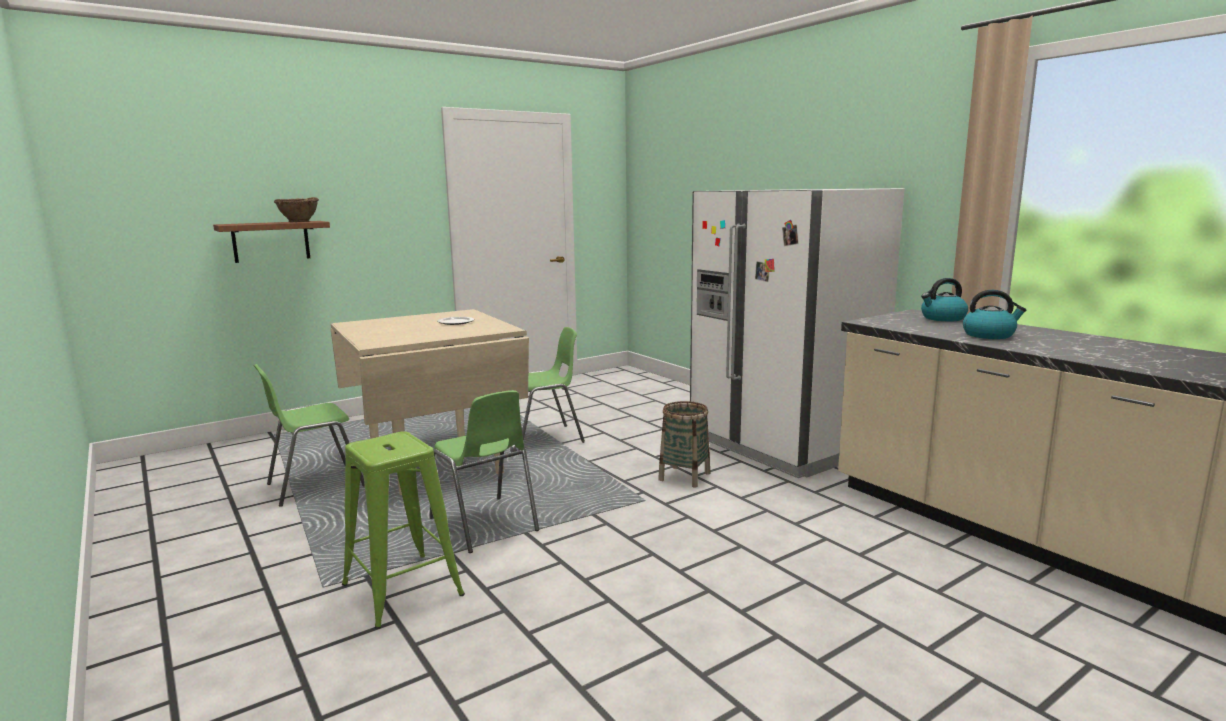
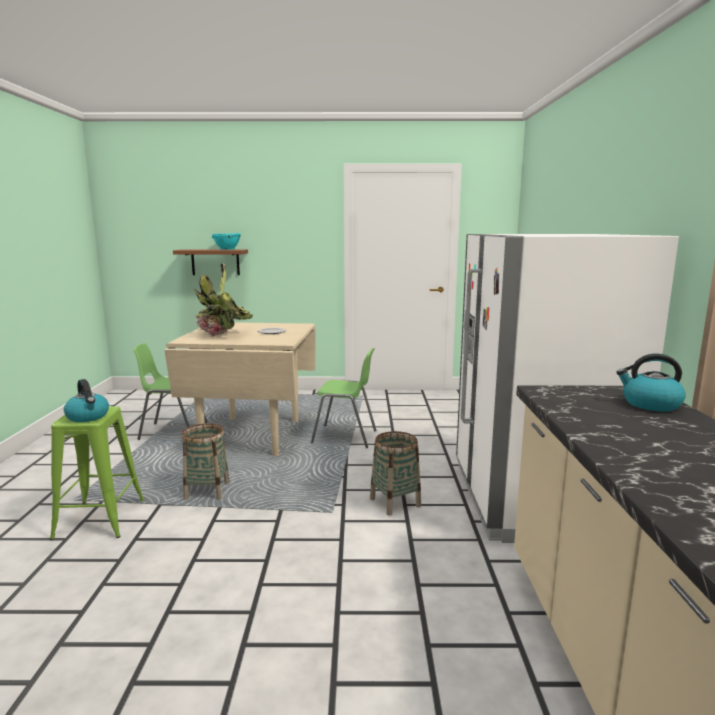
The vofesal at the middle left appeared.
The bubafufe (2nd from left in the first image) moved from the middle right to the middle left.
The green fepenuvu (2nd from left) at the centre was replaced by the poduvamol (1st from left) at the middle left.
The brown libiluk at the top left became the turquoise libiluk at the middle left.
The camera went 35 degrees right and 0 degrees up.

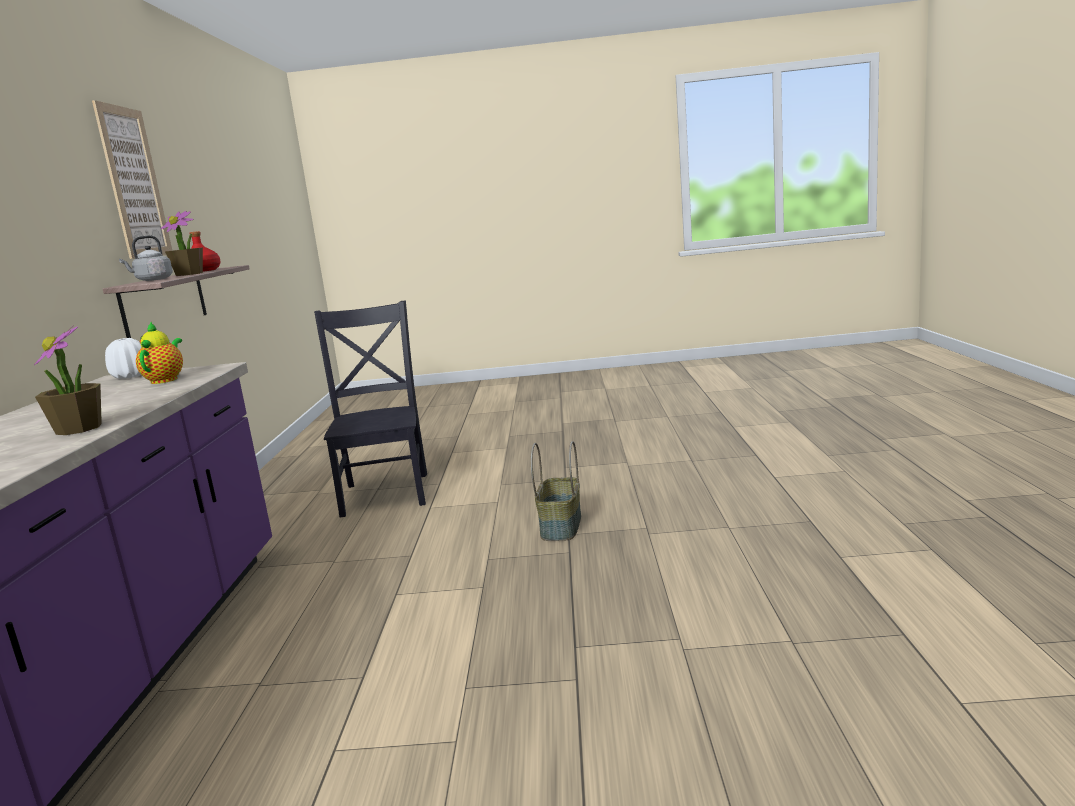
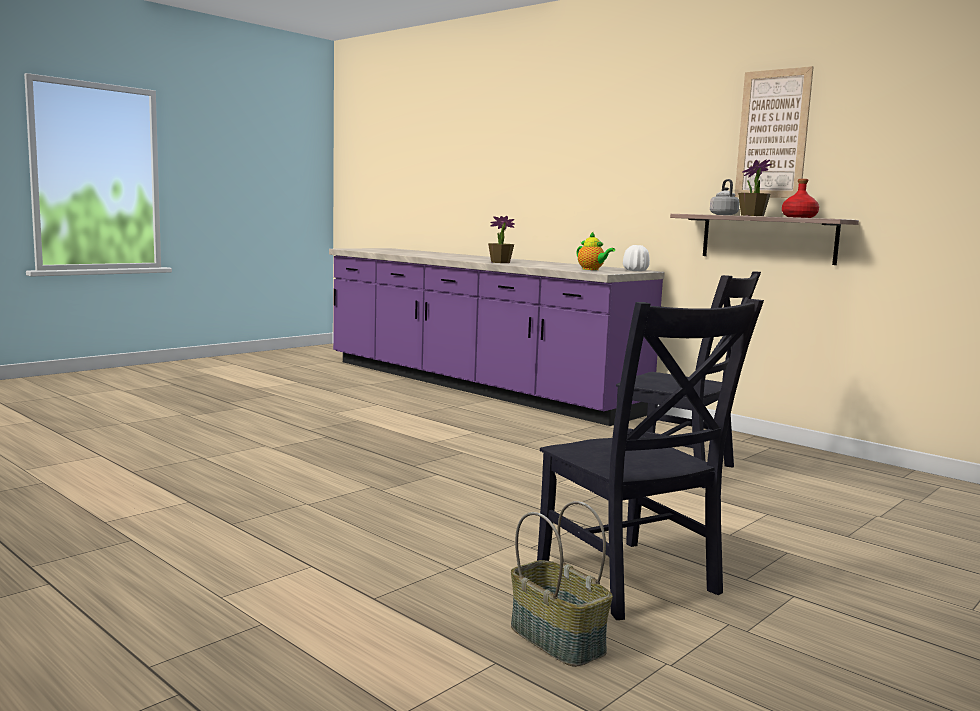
The black fepenuvu (1st from left) at the centre appeared.
The poduvamol moved from the centre to the bottom centre.
The camera went 130 degrees right and 5 degrees down.

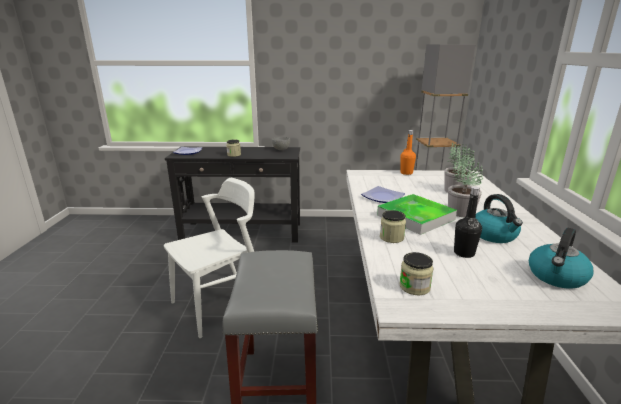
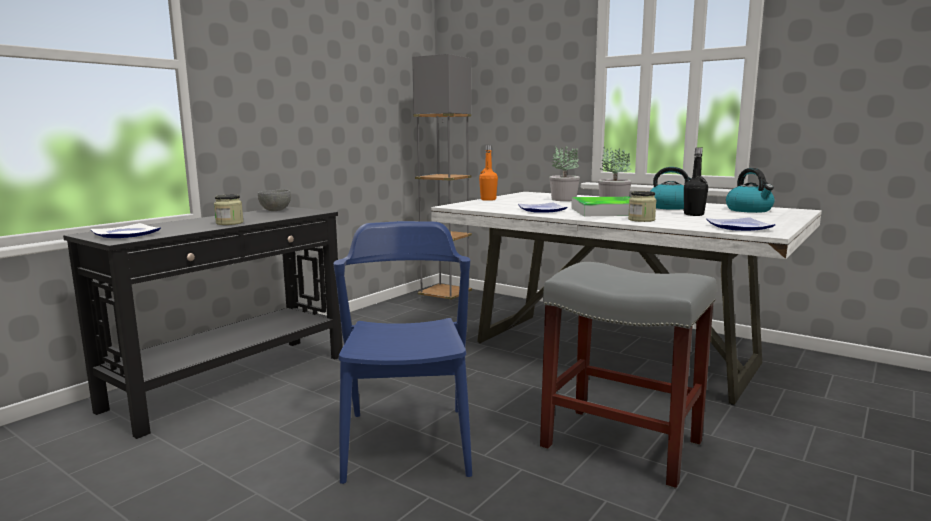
The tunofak (3rd from left) at the bottom right was replaced by the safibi (3rd from left) at the middle right.
The white fepenuvu at the centre became the blue fepenuvu at the bottom centre.
The camera went 55 degrees left and 10 degrees down.

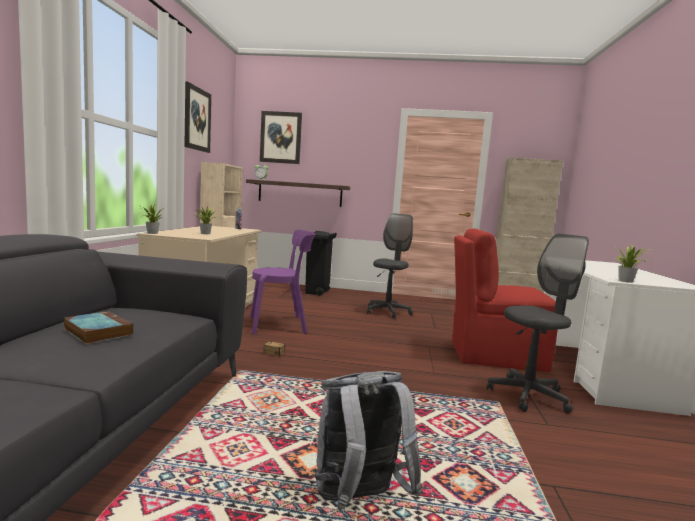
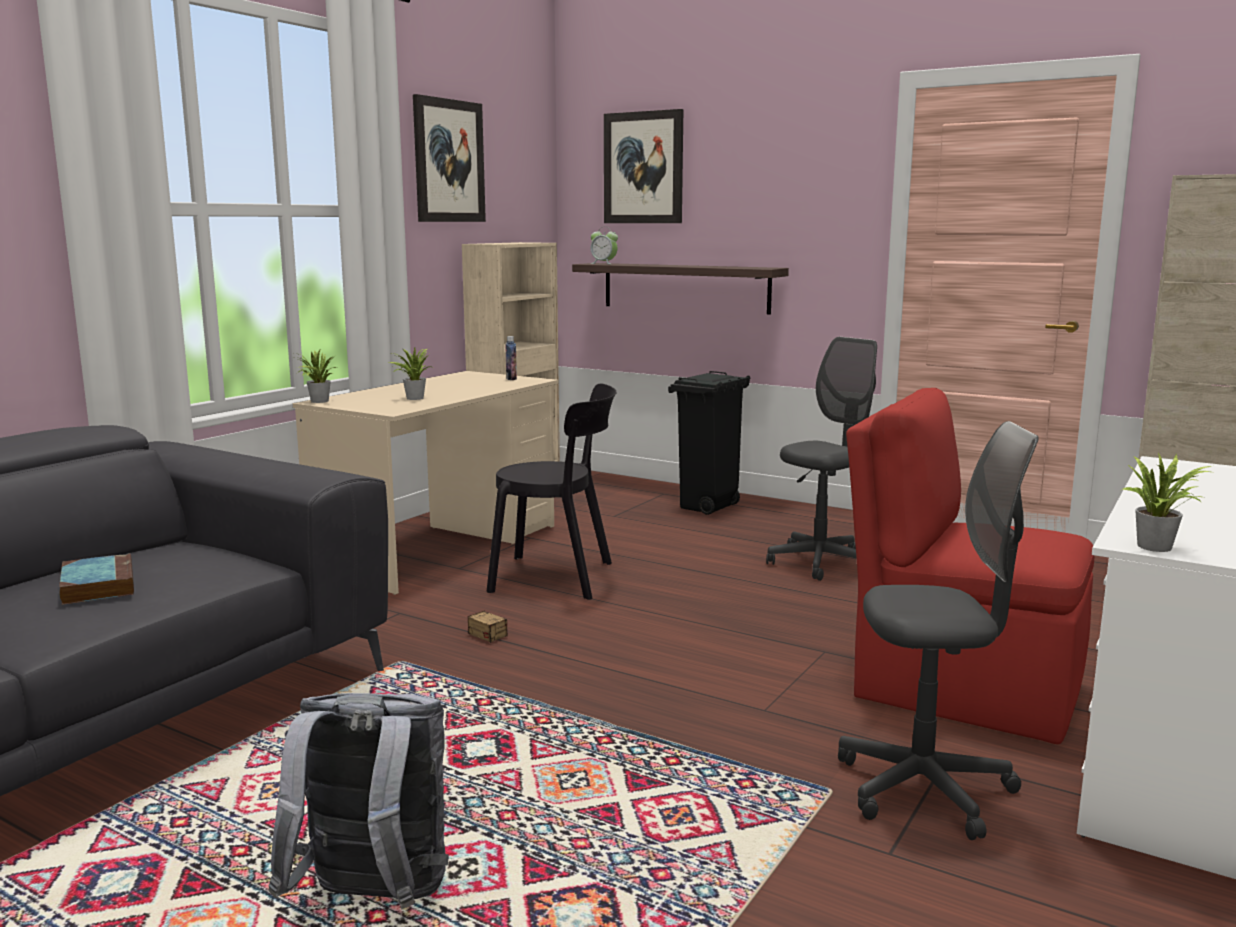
The purple fepenuvu at the centre became the black fepenuvu at the centre.
The camera went 25 degrees right and 5 degrees up.

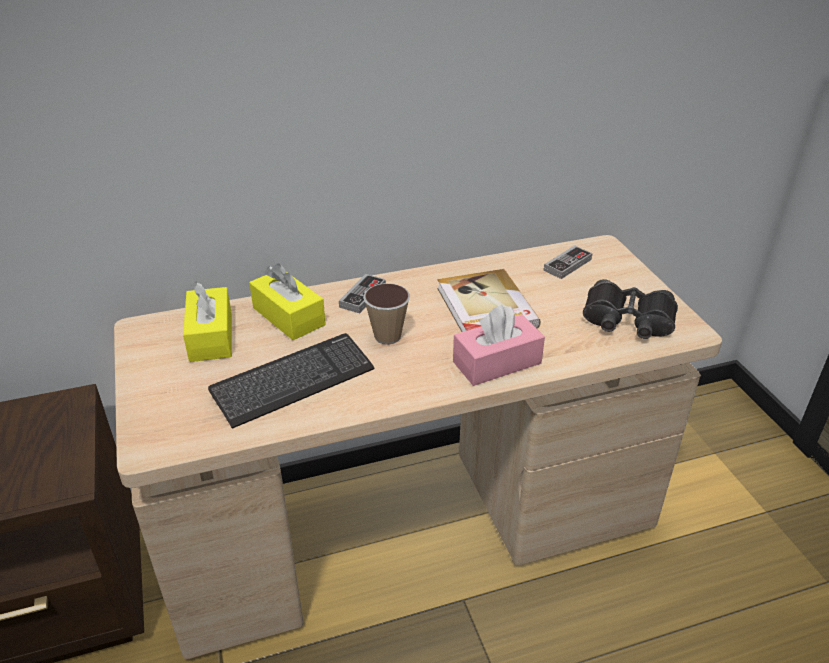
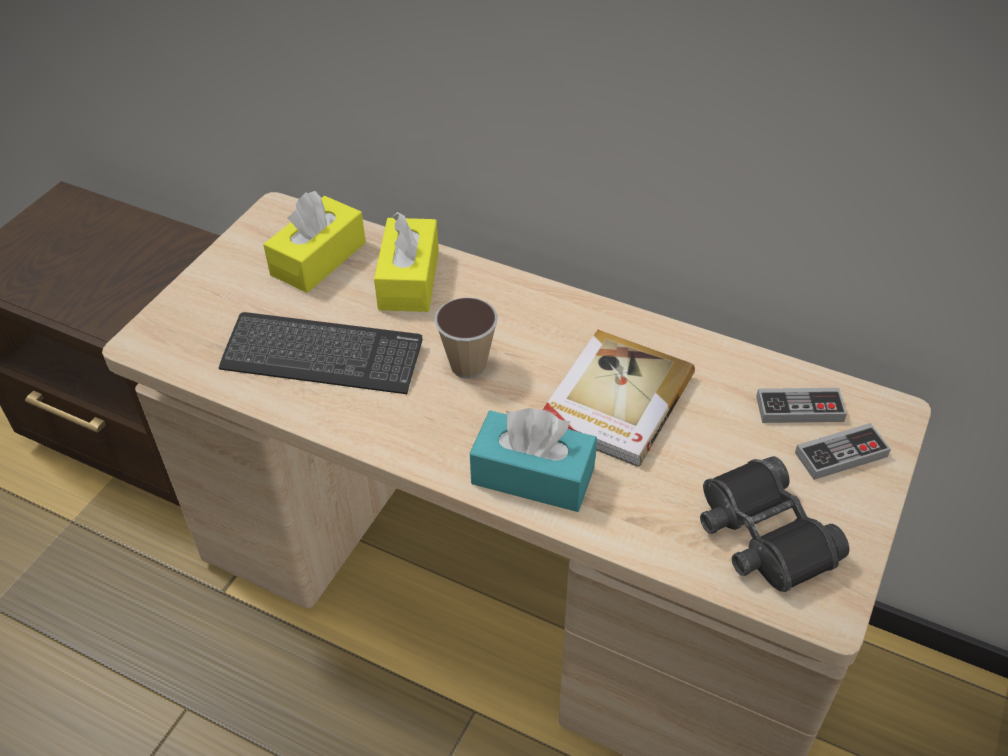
The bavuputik (1st from left in the first image) moved from the centre to the middle right.
The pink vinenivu at the centre became the turquoise vinenivu at the centre.
The camera went 45 degrees right and 10 degrees up.

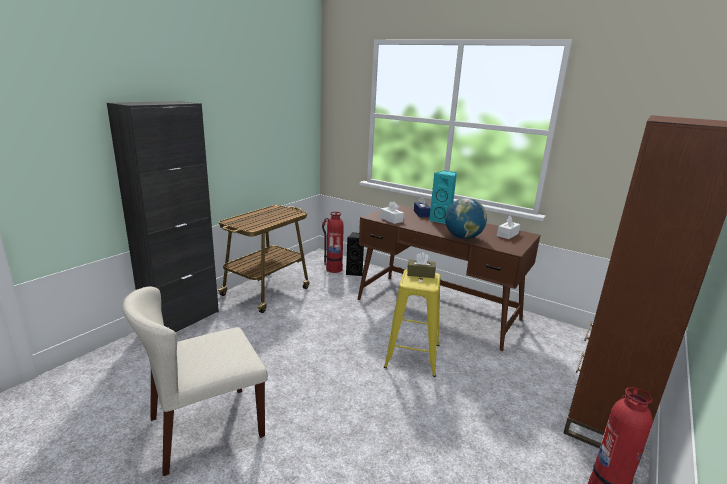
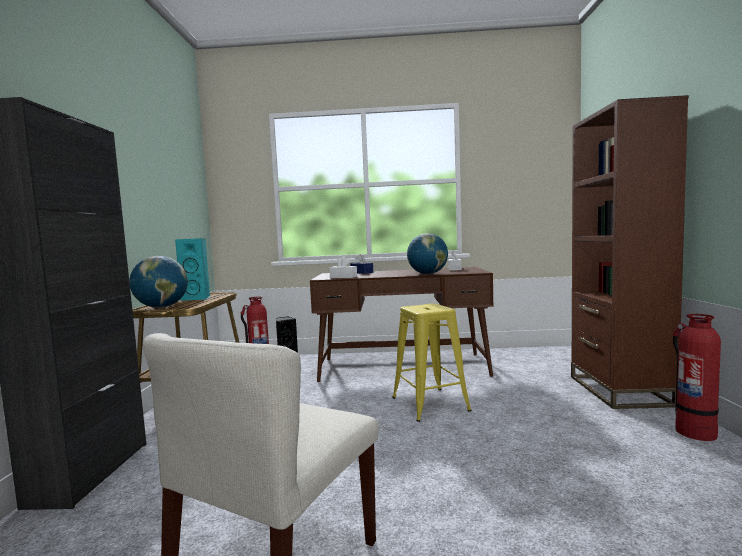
The brown vinenivu at the centre disappeared.
The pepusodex (1st from left) at the middle left appeared.
The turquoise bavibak moved from the centre to the middle left.
The camera went 30 degrees left and 15 degrees down.

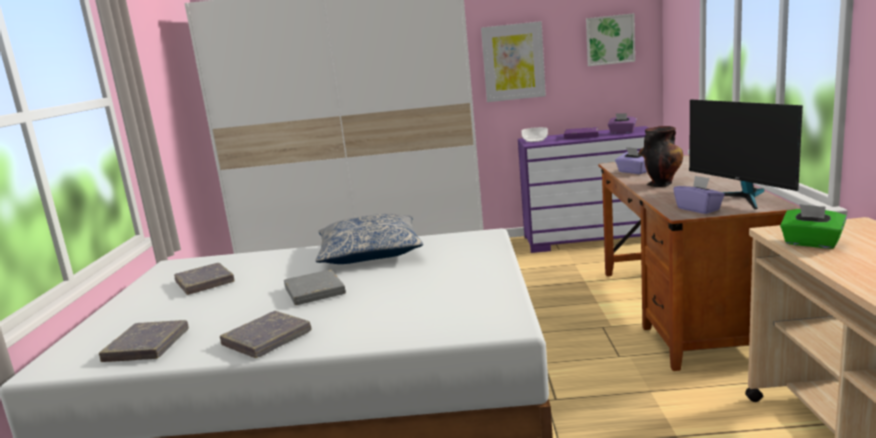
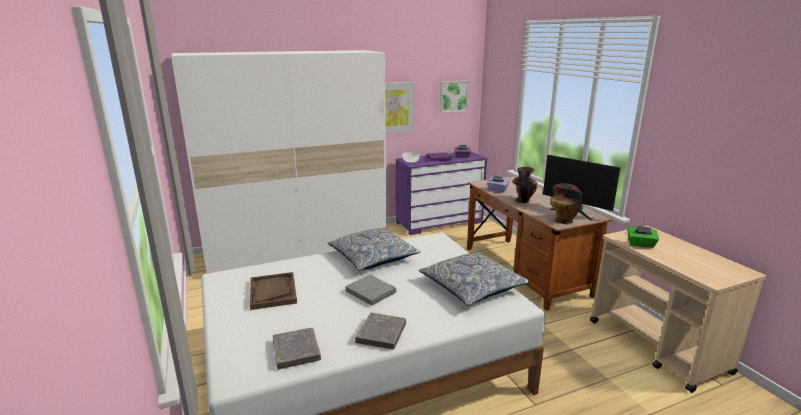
The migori (2nd from left) at the bottom centre appeared.
The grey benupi (2nd from left) at the middle left was replaced by the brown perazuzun at the bottom centre.
The purple vinenivu (3rd from left) at the middle right was replaced by the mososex (2nd from left) at the middle right.
The camera went 25 degrees left and 5 degrees up.

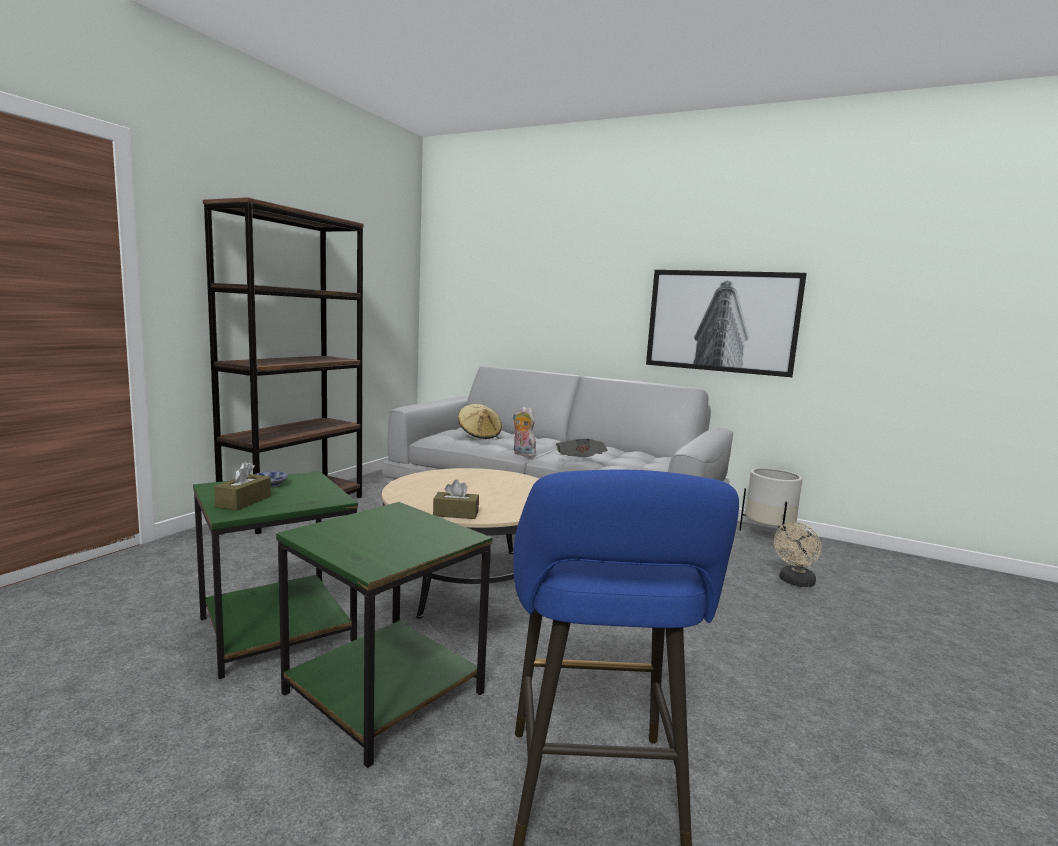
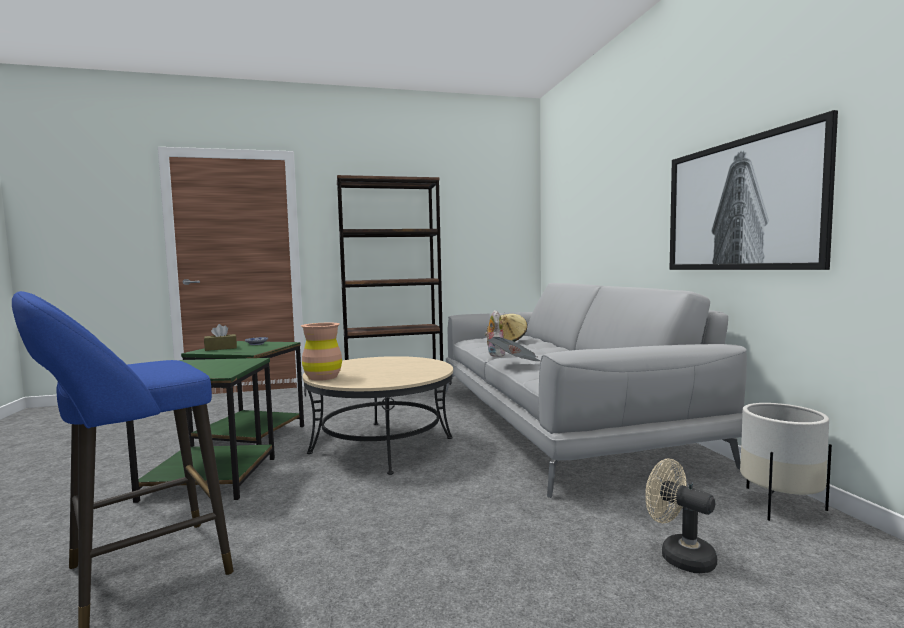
The brown vinenivu (2nd from left) at the centre was replaced by the brown mososex at the centre.
The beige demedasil at the middle right turned 45 degrees clockwise.
The camera went 50 degrees right and 5 degrees down.

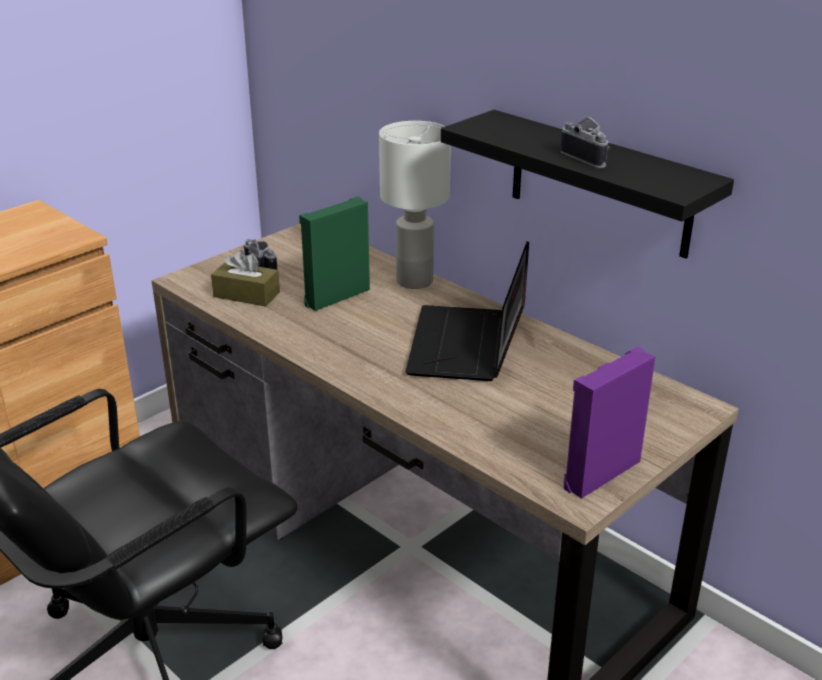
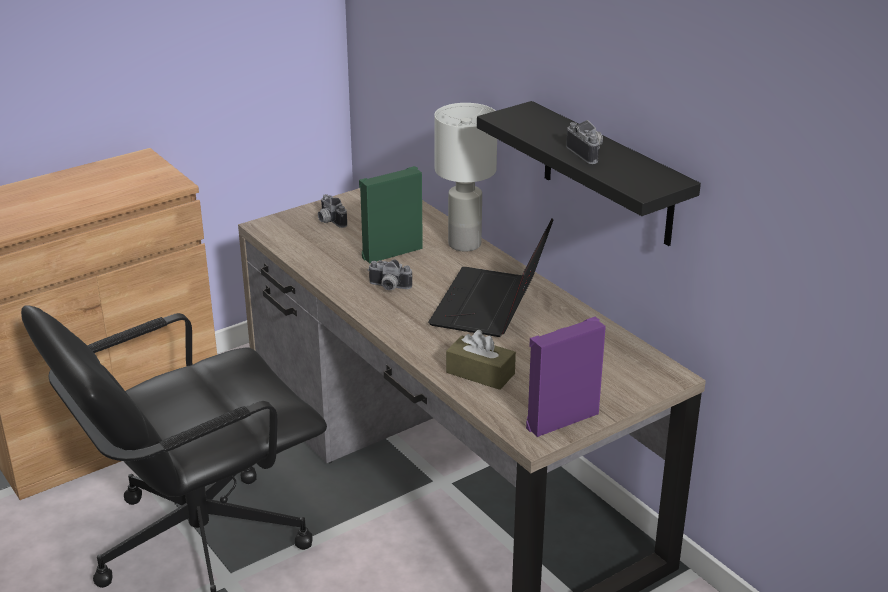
The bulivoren (2nd from left) at the centre appeared.
The brown vinenivu moved from the middle left to the centre.
The camera went 10 degrees right and 0 degrees up.

